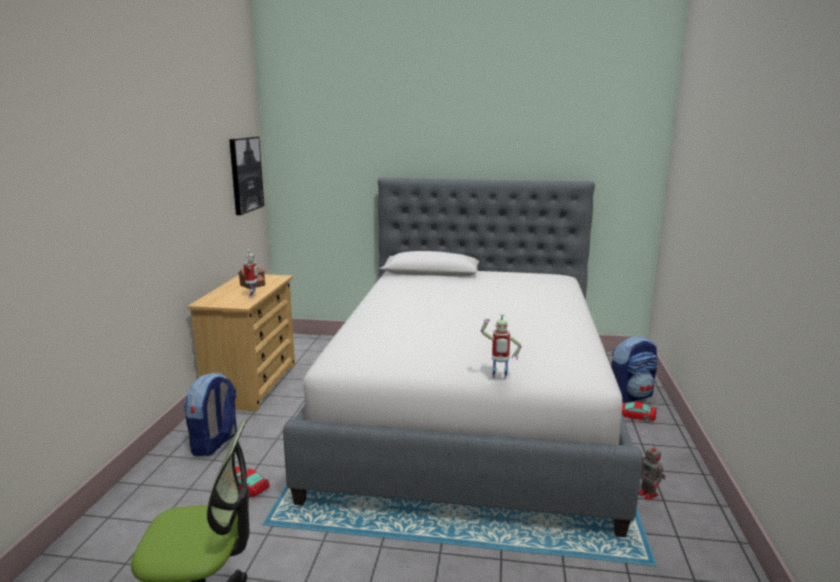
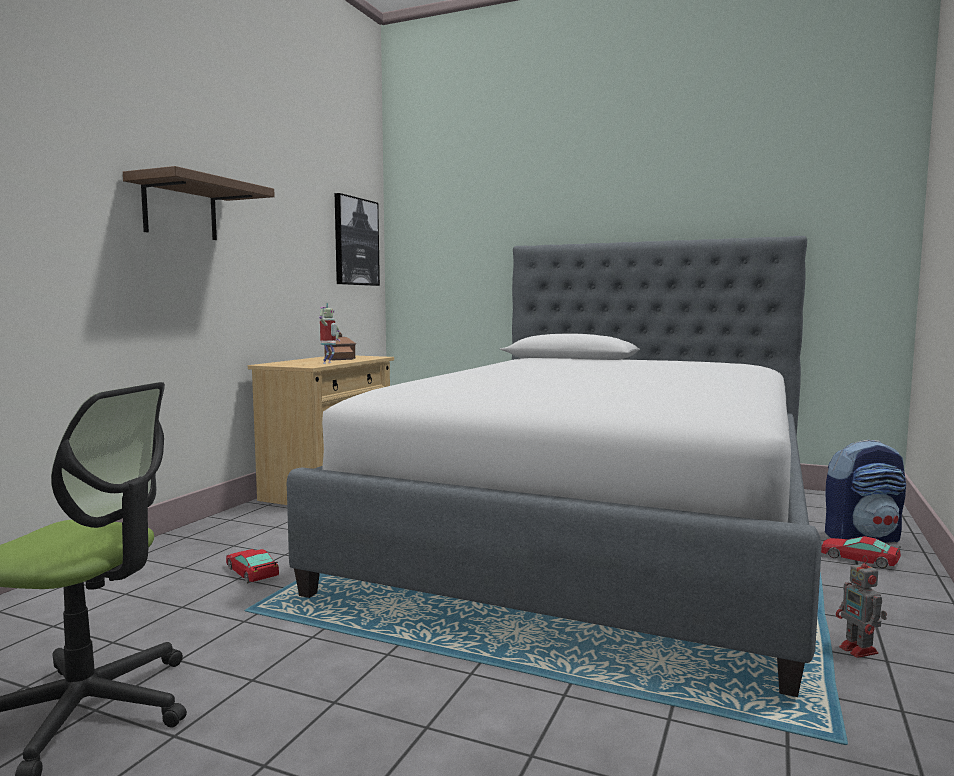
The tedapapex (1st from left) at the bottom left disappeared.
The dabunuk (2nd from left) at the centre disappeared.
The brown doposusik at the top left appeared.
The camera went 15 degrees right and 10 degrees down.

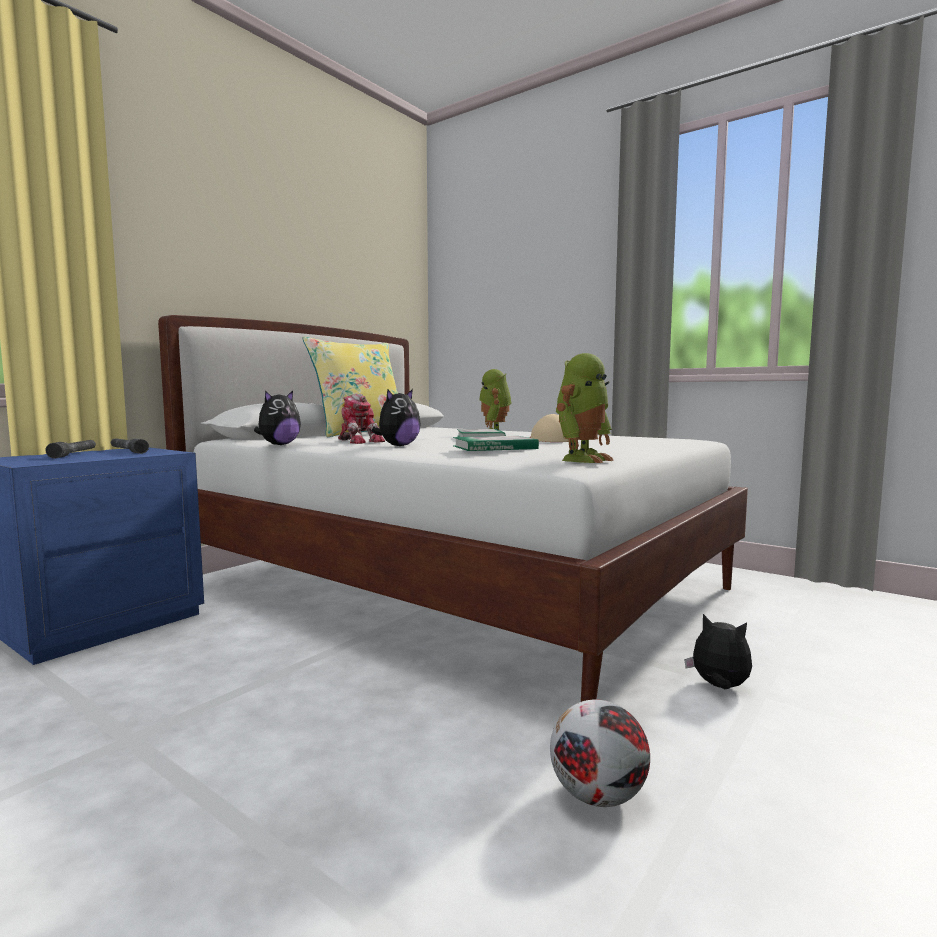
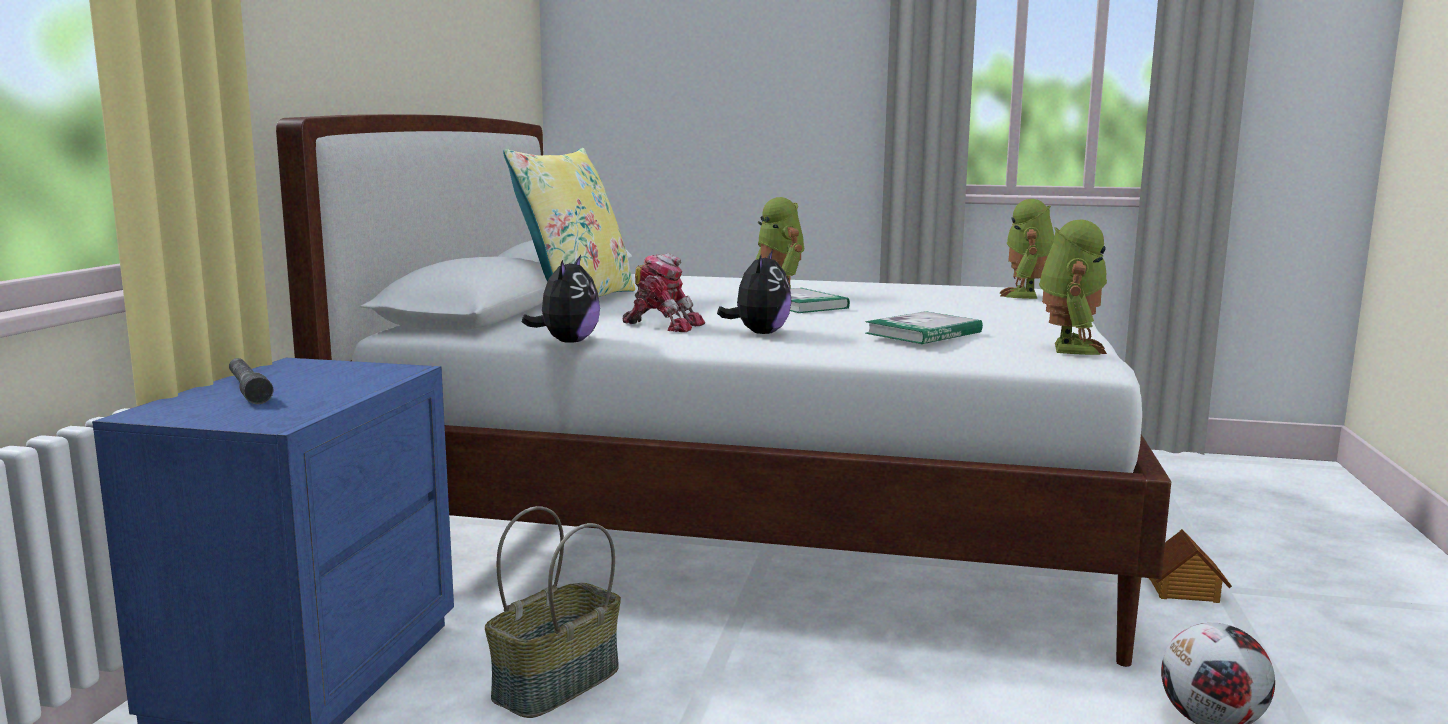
The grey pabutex (2nd from left) at the middle left disappeared.
The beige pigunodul at the centre disappeared.
The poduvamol at the bottom centre appeared.
The dabunuk (3rd from left) at the middle right appeared.
The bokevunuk (3rd from left) at the bottom right was replaced by the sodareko at the bottom right.
The camera went 25 degrees left and 5 degrees up.

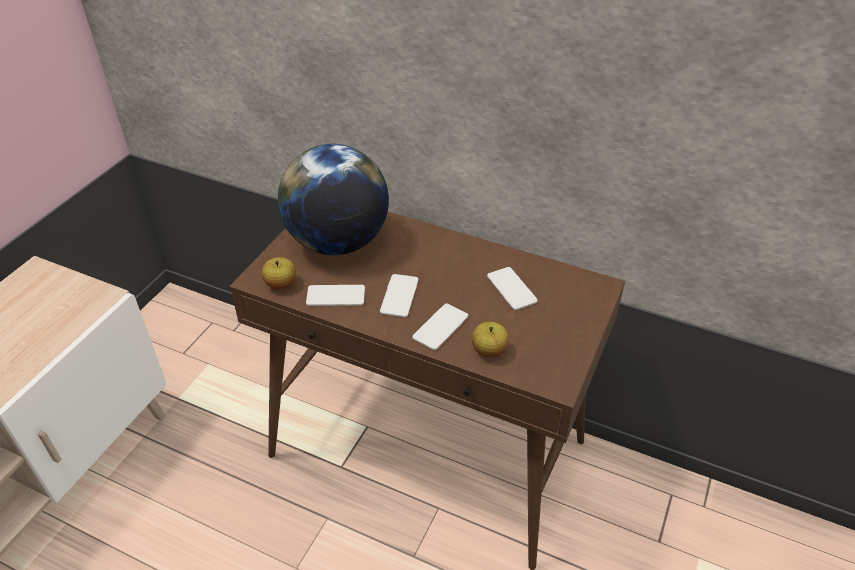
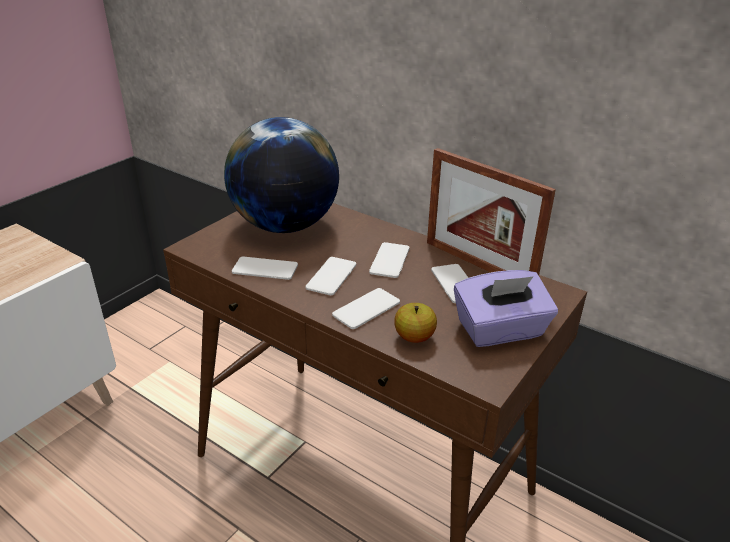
The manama (1st from left) at the middle left disappeared.
The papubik (4th from left) at the centre appeared.
The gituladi at the middle right appeared.
The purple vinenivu at the middle right appeared.
The camera went 10 degrees right and 10 degrees down.

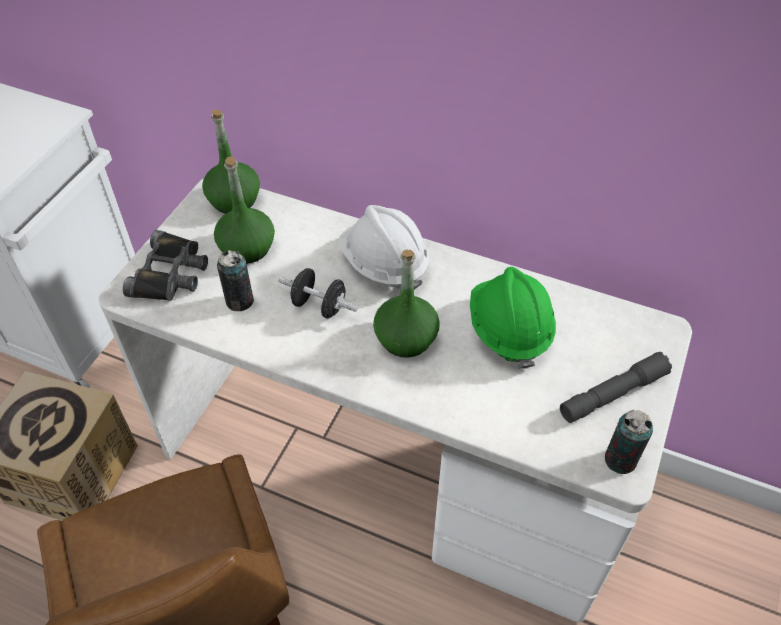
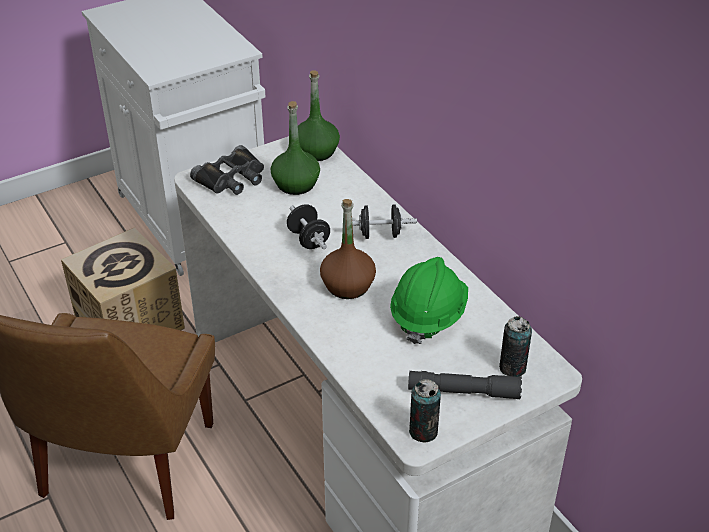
The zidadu (1st from left in the first image) moved from the middle left to the middle right.
The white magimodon at the centre was replaced by the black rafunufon (2nd from left) at the centre.
The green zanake (3rd from left) at the centre became the brown zanake at the centre.
The camera went 35 degrees right and 10 degrees down.

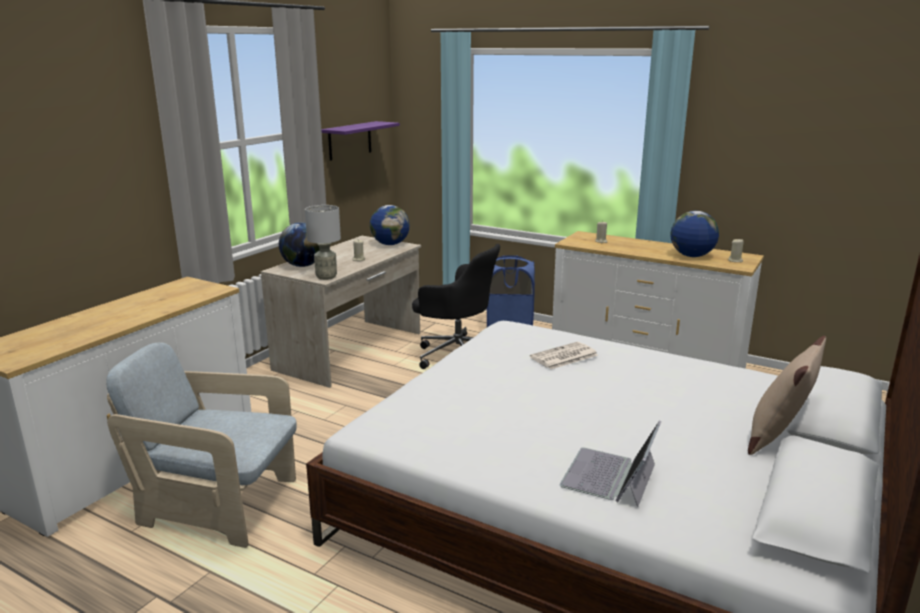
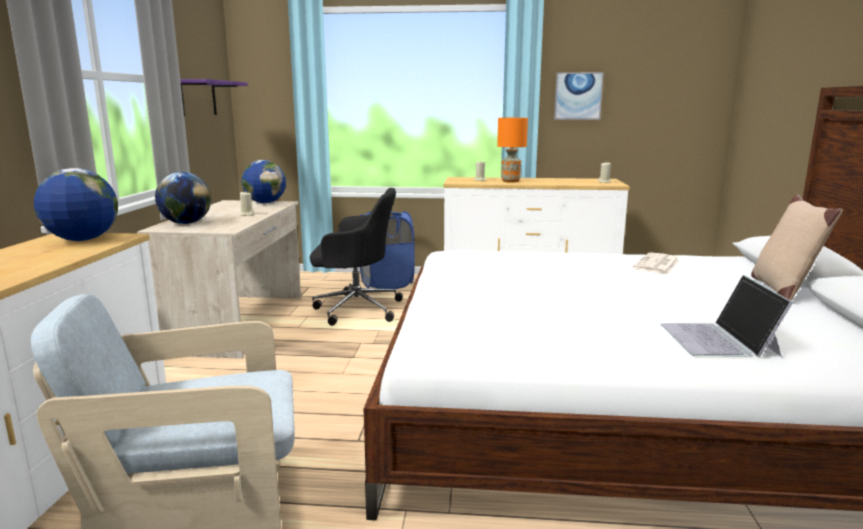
The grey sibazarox at the centre disappeared.
The orange sibazarox at the top centre appeared.
The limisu at the top right appeared.
The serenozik moved from the centre to the middle right.
The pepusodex (3rd from left in the first image) moved from the middle right to the middle left.
The camera went 25 degrees left and 5 degrees down.

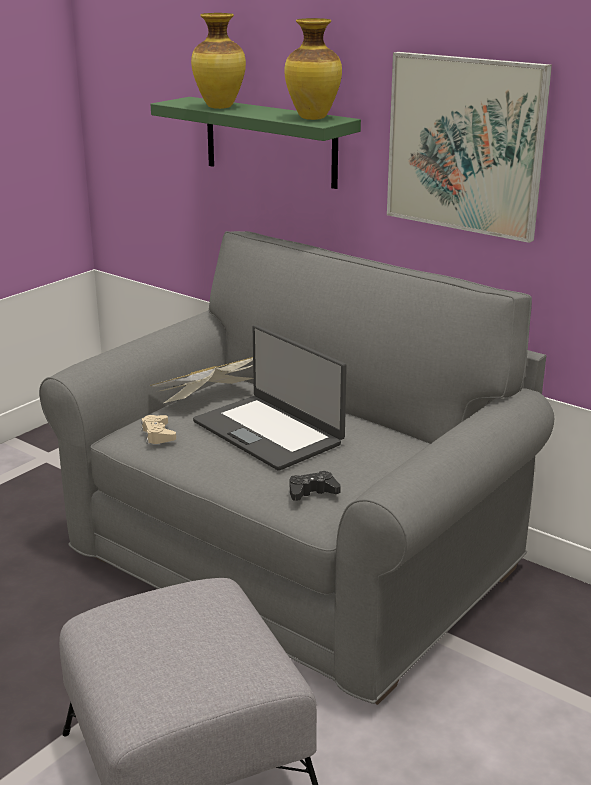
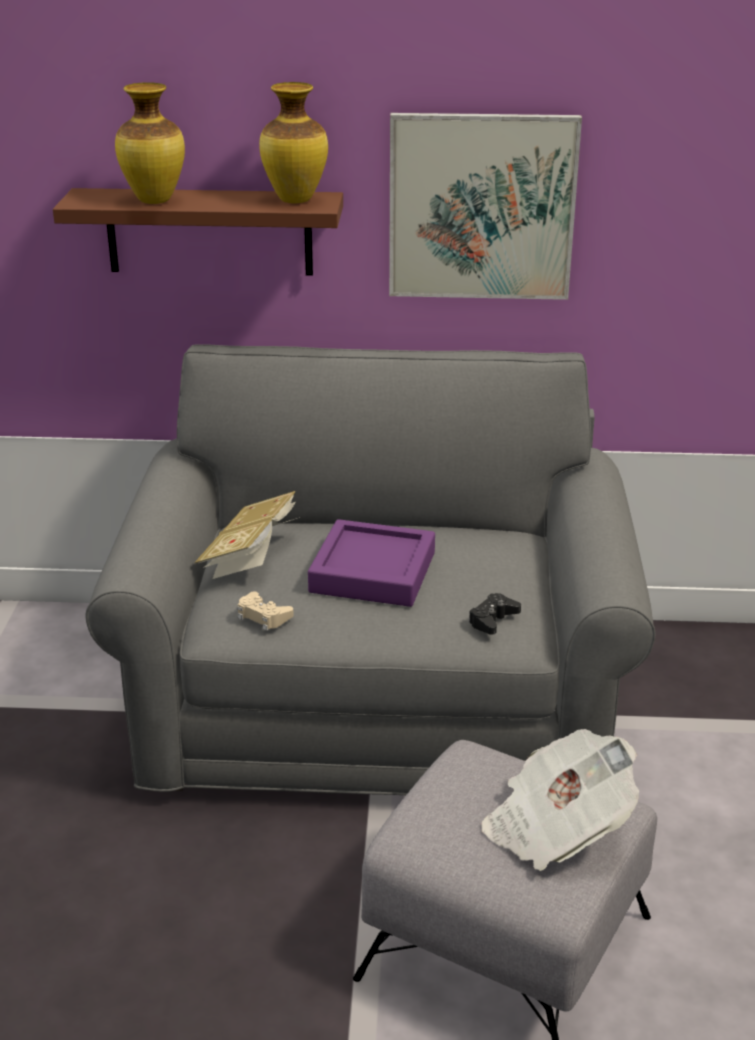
The serenozik at the bottom right appeared.
The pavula at the centre was replaced by the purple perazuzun at the centre.
The green doposusik at the top centre became the brown doposusik at the top left.
The camera went 35 degrees left and 5 degrees up.

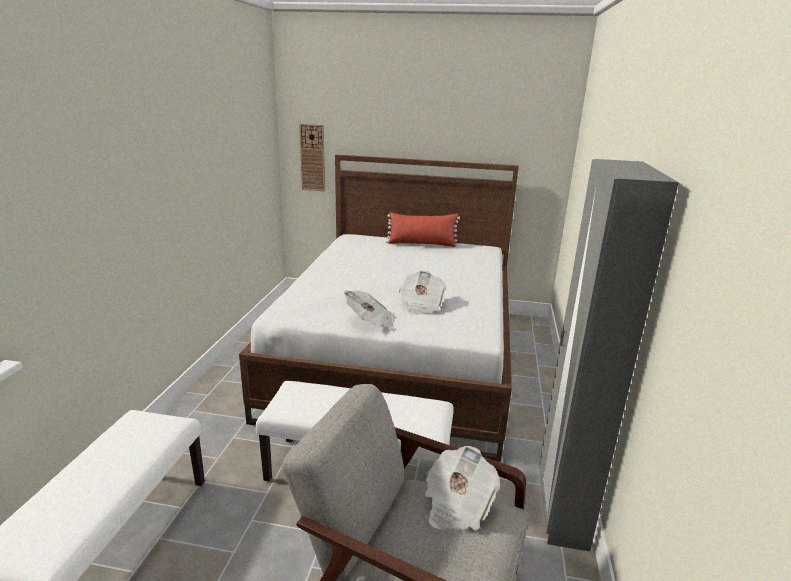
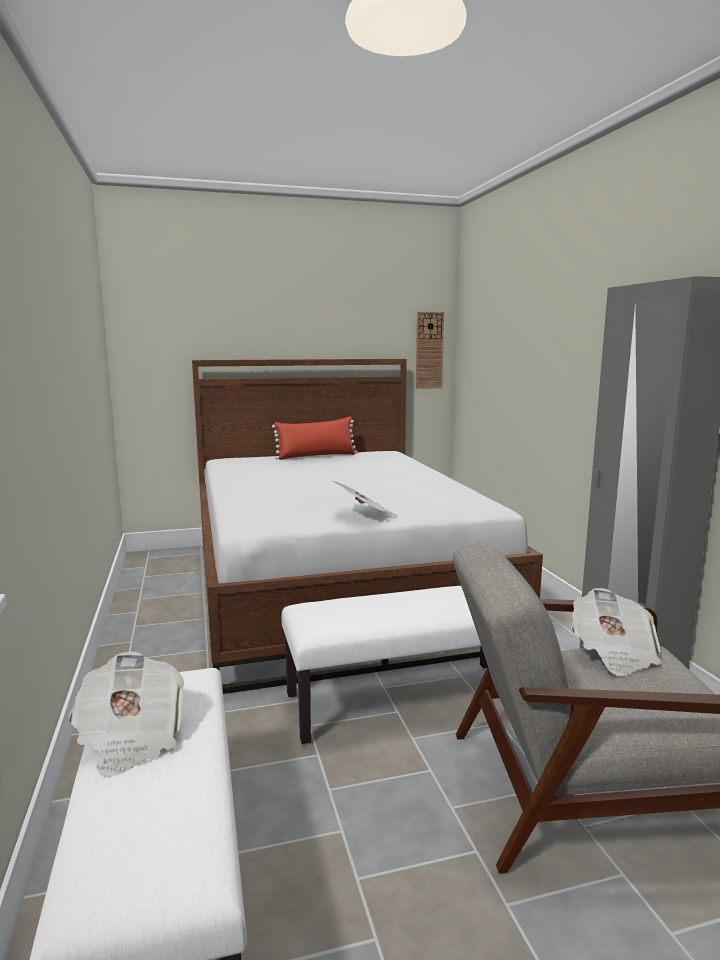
The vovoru moved from the top centre to the centre.
The serenozik (2nd from left in the first image) moved from the centre to the bottom left.
The camera went 25 degrees left and 10 degrees down.

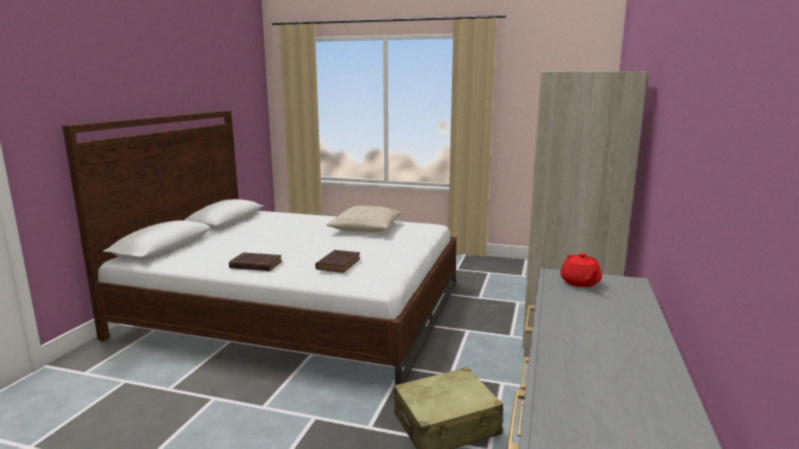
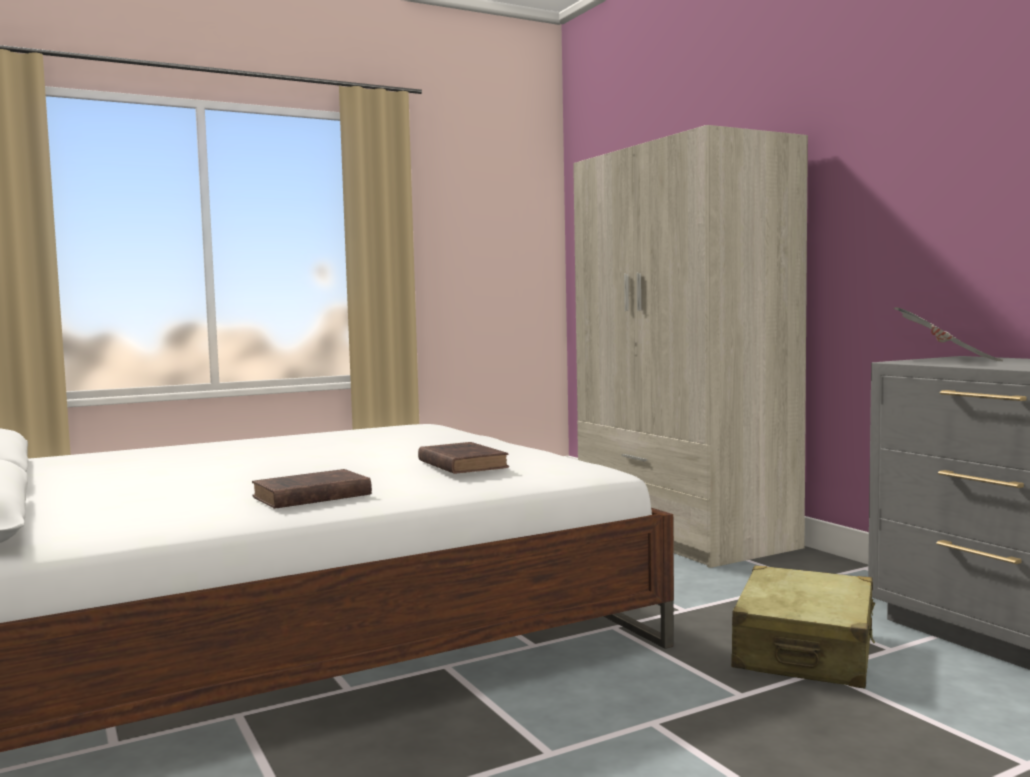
The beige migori at the centre disappeared.
The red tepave at the middle right was replaced by the serenozik at the middle right.
The camera went 45 degrees left and 10 degrees down.

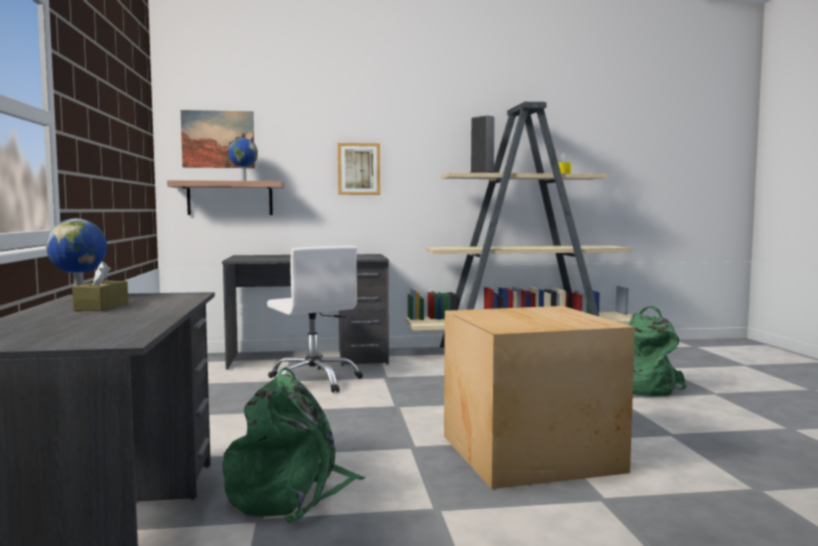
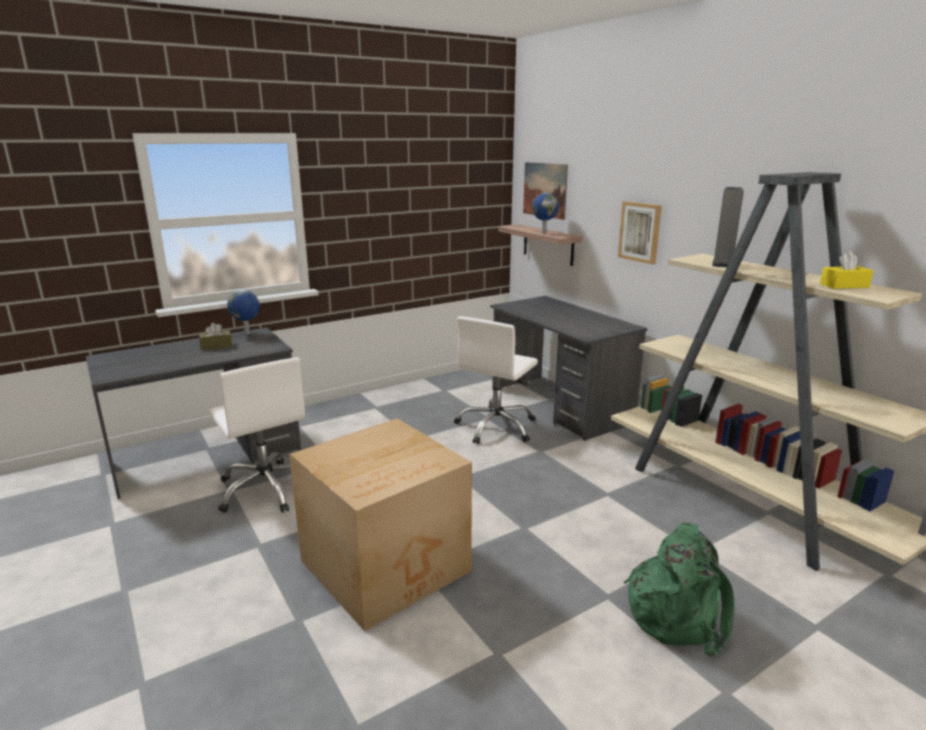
The green tedapapex (1st from left) at the bottom centre was replaced by the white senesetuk (1st from left) at the middle left.
The camera went 65 degrees right and 15 degrees up.

